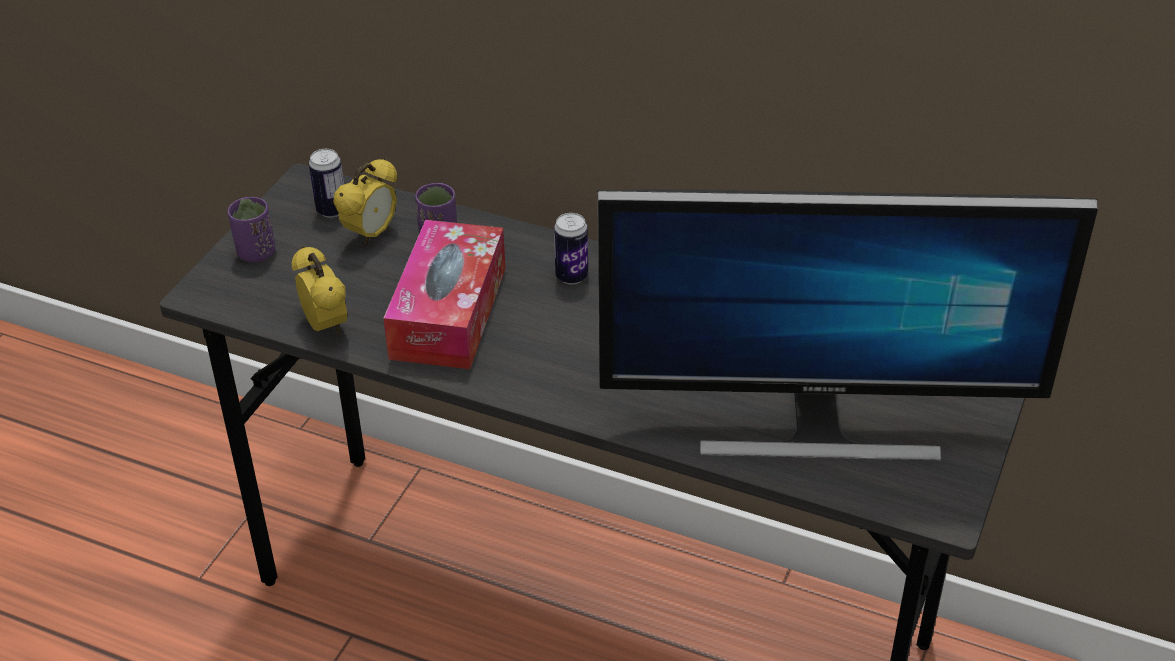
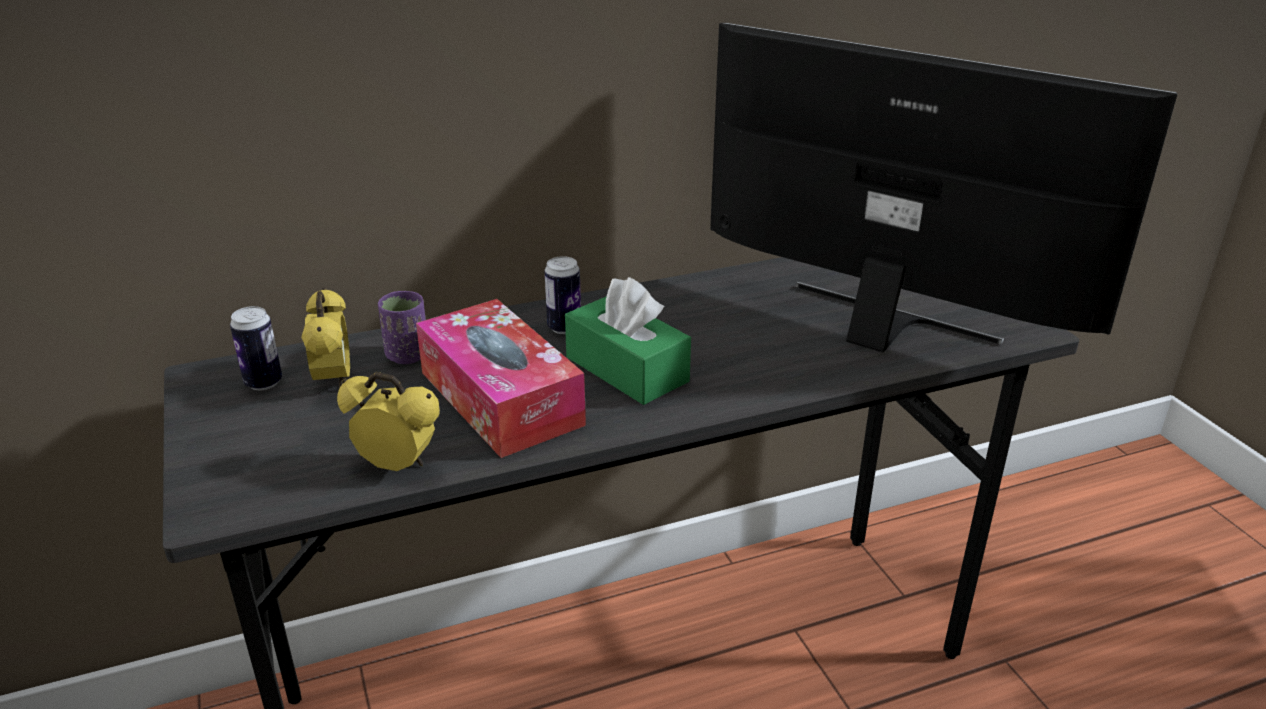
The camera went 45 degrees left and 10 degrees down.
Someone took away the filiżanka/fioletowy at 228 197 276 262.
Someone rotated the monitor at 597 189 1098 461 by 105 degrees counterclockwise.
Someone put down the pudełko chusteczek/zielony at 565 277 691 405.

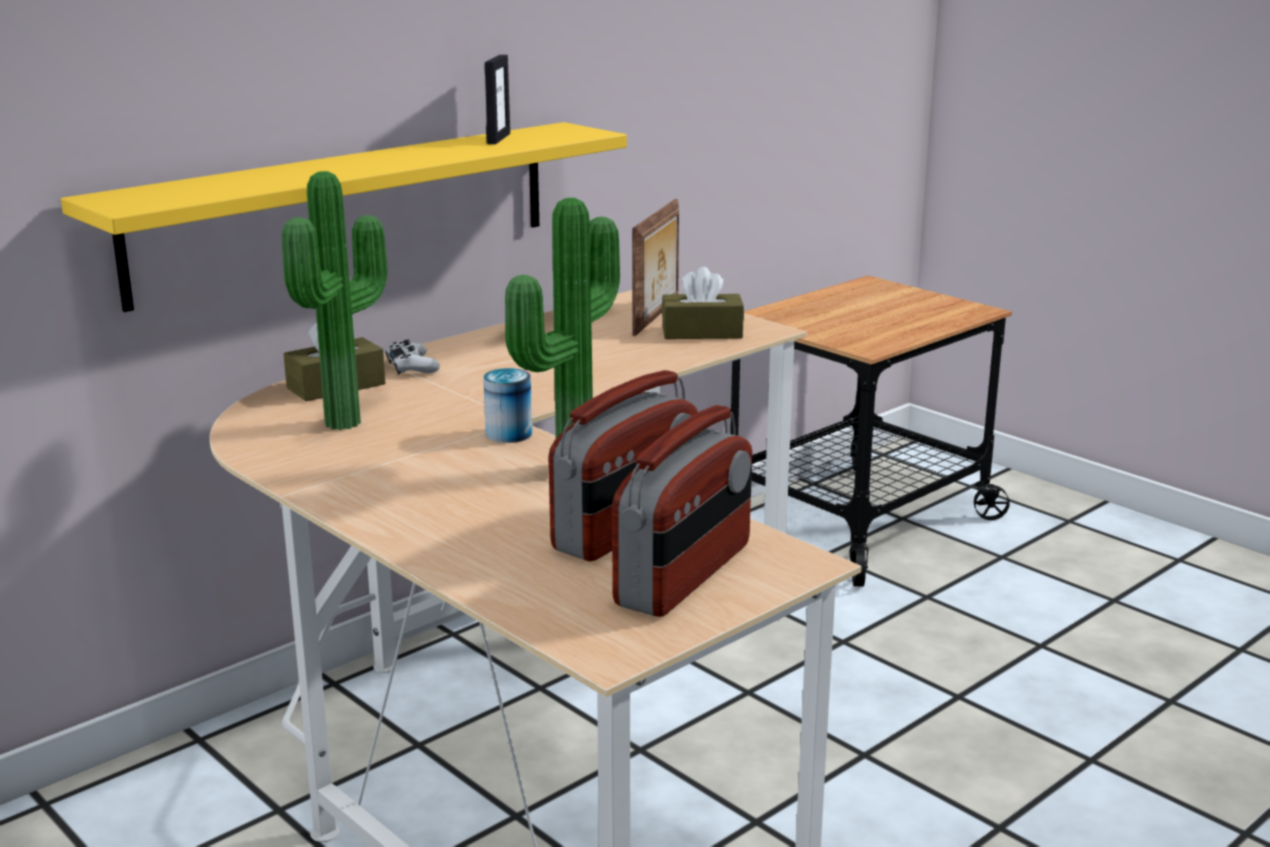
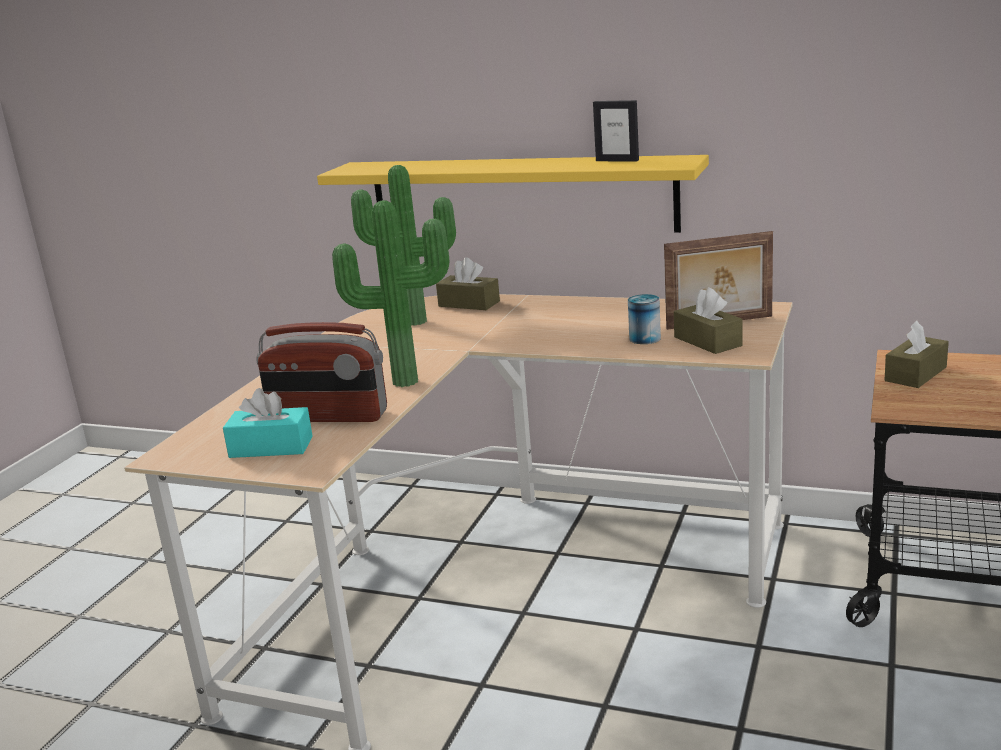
The camera went 65 degrees right and 0 degrees up.
Someone took away the pad do gier/biały at 386 340 440 375.
Someone carried the puszka from 483 368 532 443 to 628 294 661 344.
Someone rotated the ramka na zdjęcie at 485 55 510 144 by 45 degrees clockwise.
Someone swapped the radio at 612 405 752 617 for the pudełko chusteczek/turkusowy at 223 388 313 458.
Someone put down the pudełko chusteczek/brązowy at 885 321 949 388.

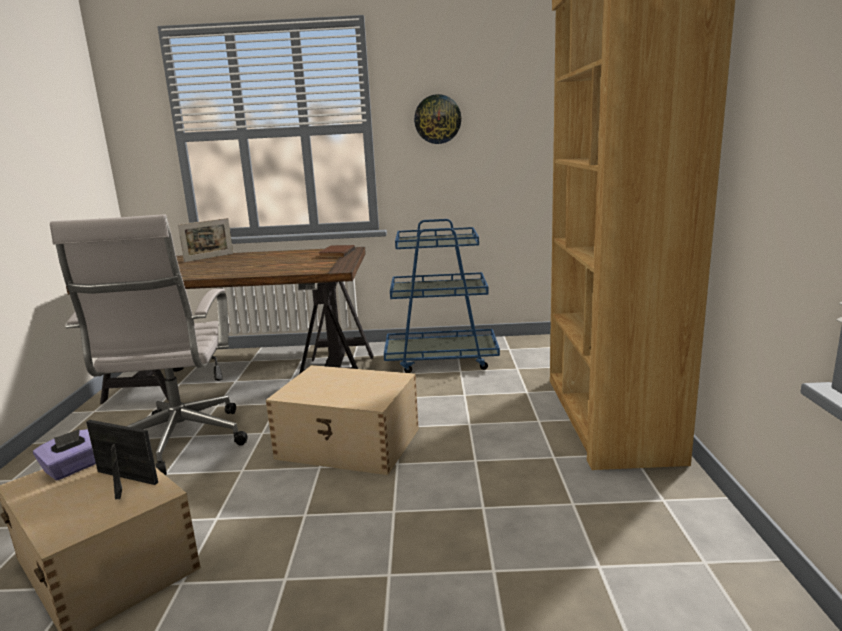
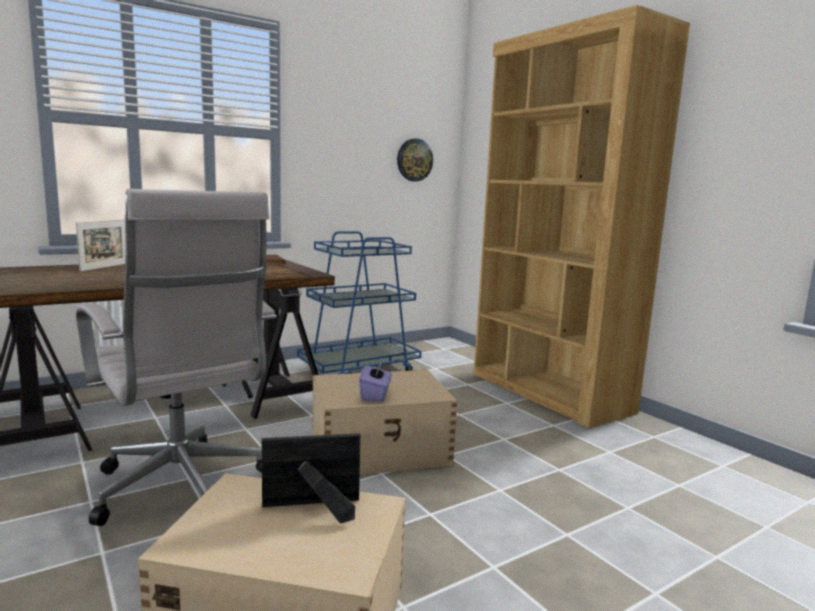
The camera went 35 degrees left and 5 degrees down.
Someone carried the pudełko chusteczek/fioletowy from 33 429 96 481 to 359 362 392 402.
Someone carried the zegar ścienny from 414 94 461 144 to 397 138 433 182.

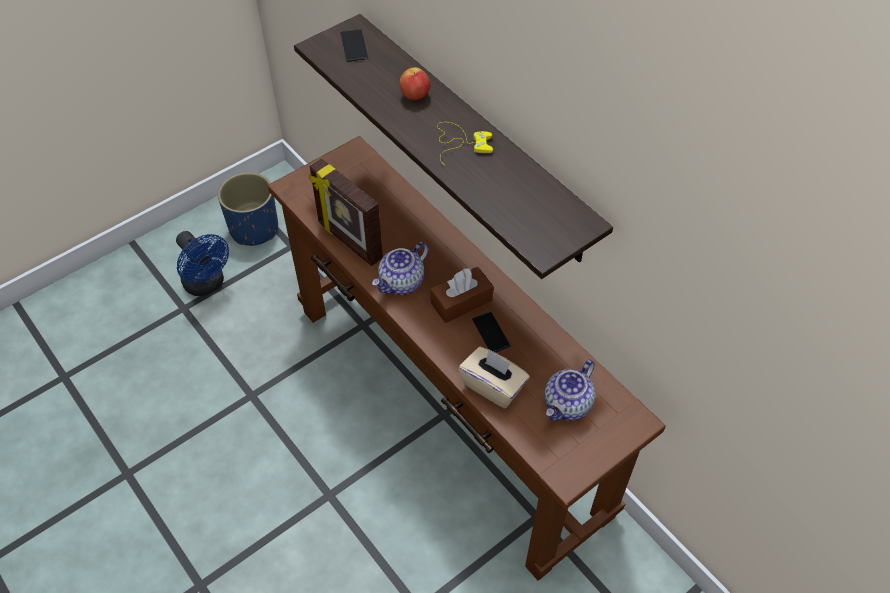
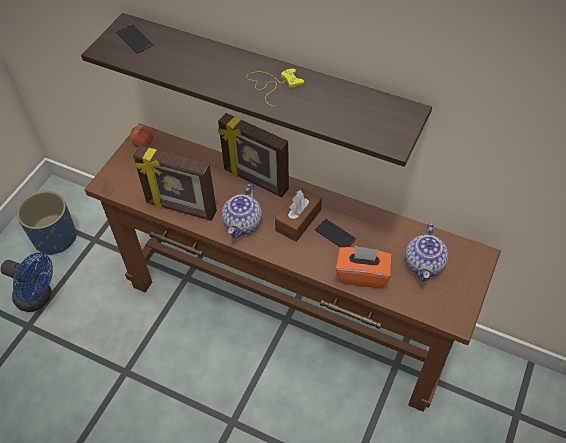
The camera went 25 degrees left and 0 degrees up.
Someone carried the jabłko from 400 67 431 100 to 130 125 153 148.
Someone repainted the pudełko chusteczek/beżowy at 459 347 530 409, which became the pudełko chusteczek/pomarańczowy at 336 246 391 288.
Someone put down the ramka na zdjęcie at 218 113 289 197.

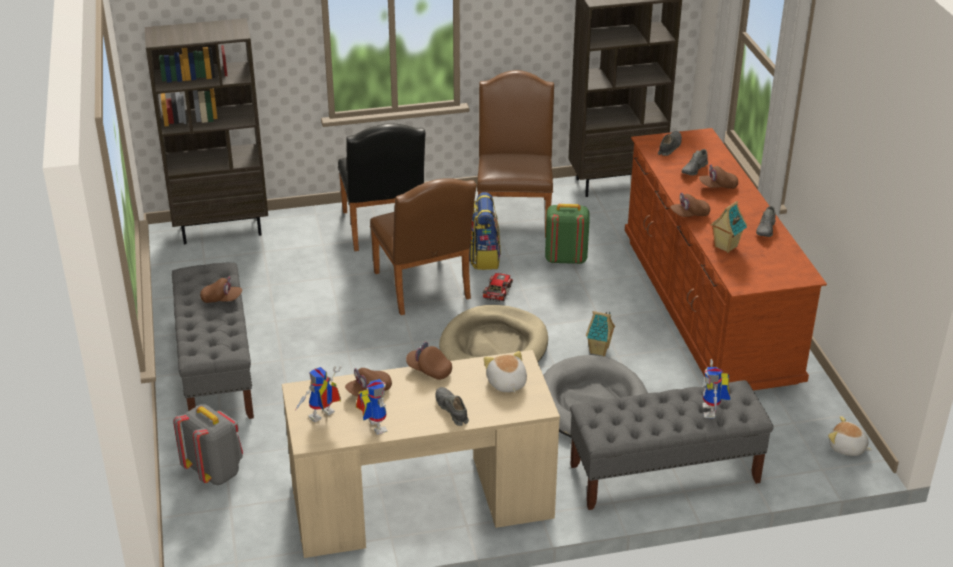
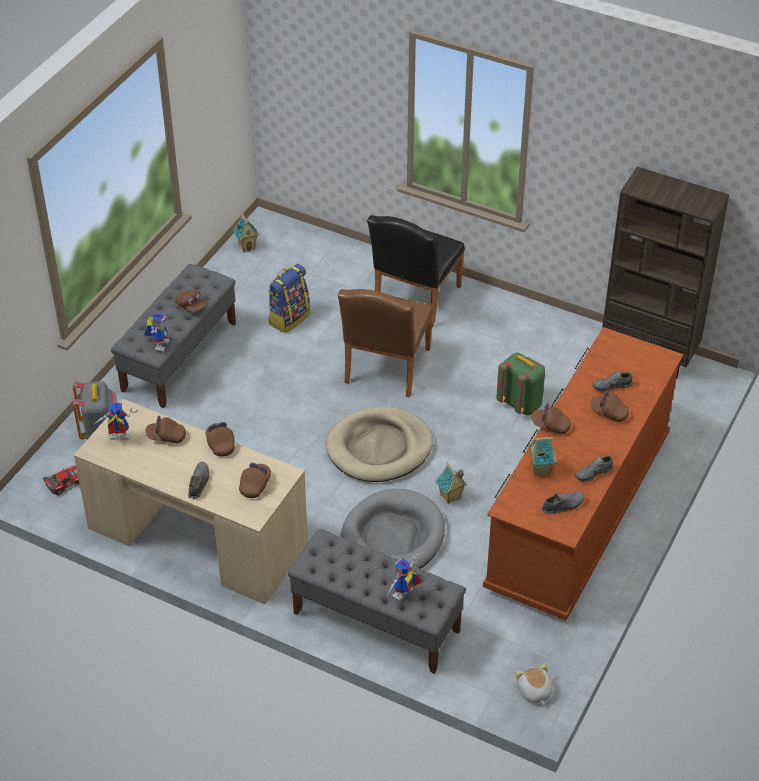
The camera went 40 degrees right and 10 degrees up.
Someone took away the regał/brązowy at 145 18 268 244.
Someone carried the robot zabawkowy from 356 379 388 435 to 144 313 170 351.
Someone carried the plecak from 469 192 501 270 to 268 264 310 333.
Someone took away the krzesło/brązowy at 477 70 554 238.
Someone carried the samochodzik from 483 273 513 302 to 42 466 80 495.
Someone swapped the pluszak at 484 351 527 393 for the czapka z daszkiem/brązowy at 239 462 271 498.
Someone carried the but/szary from 658 131 682 156 to 542 491 584 514.
Someone put down the domek at 233 214 259 252.

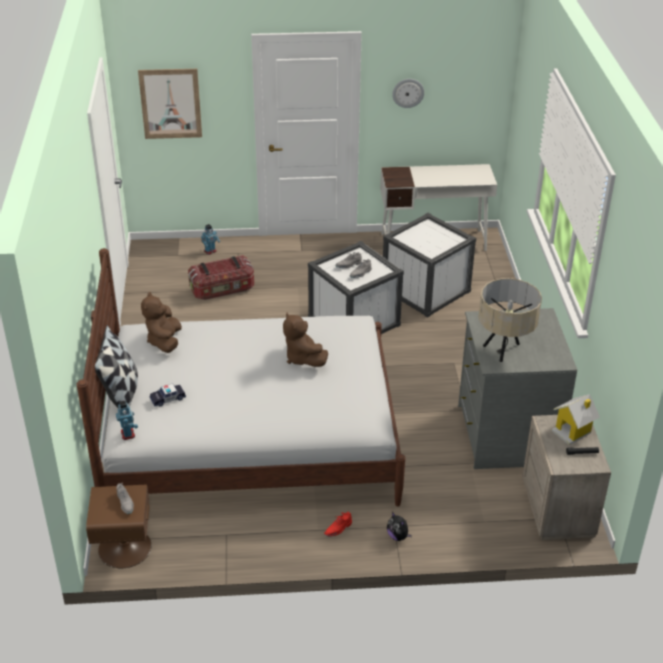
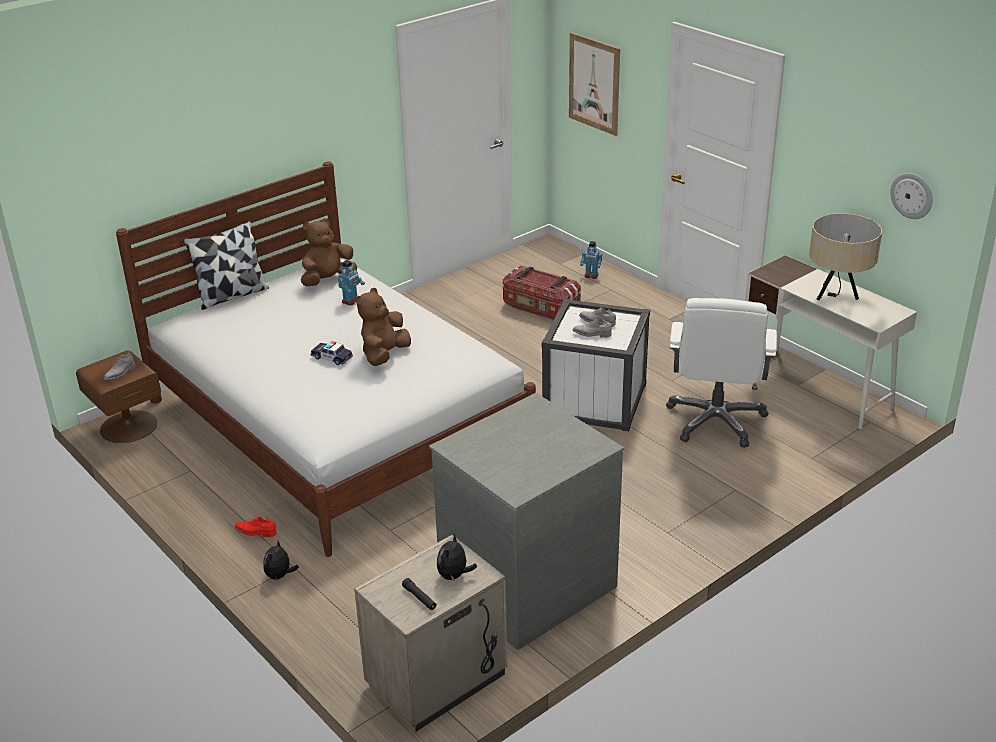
The camera went 55 degrees right and 5 degrees down.
Someone carried the robot zabawkowy from 116 401 138 440 to 338 260 365 306.
Someone carried the samochodzik from 150 383 186 406 to 311 341 353 365.
Someone swapped the pojemnik do przechowywania/biały at 383 213 476 318 for the krzesło biurowe/biały at 666 298 777 448.
Someone carried the zegar ścienny from 392 79 424 108 to 890 173 933 219.
Someone carried the lampa stołowa/beżowy from 478 278 542 362 to 809 213 882 301.
Someone swapped the domek at 552 394 600 445 for the pluszak at 437 534 477 582.

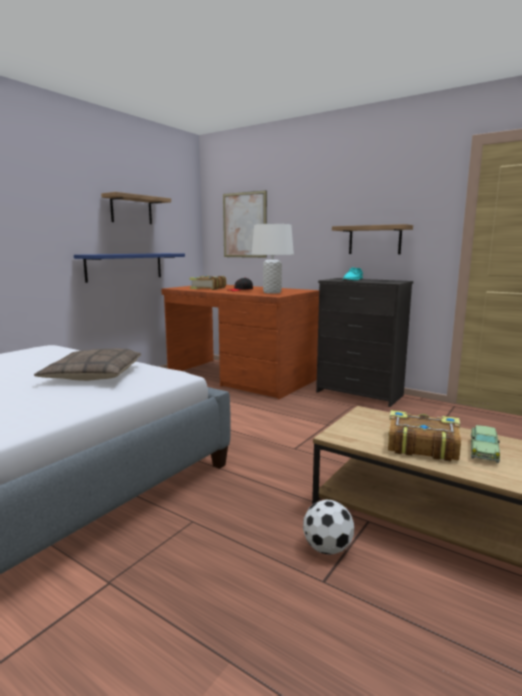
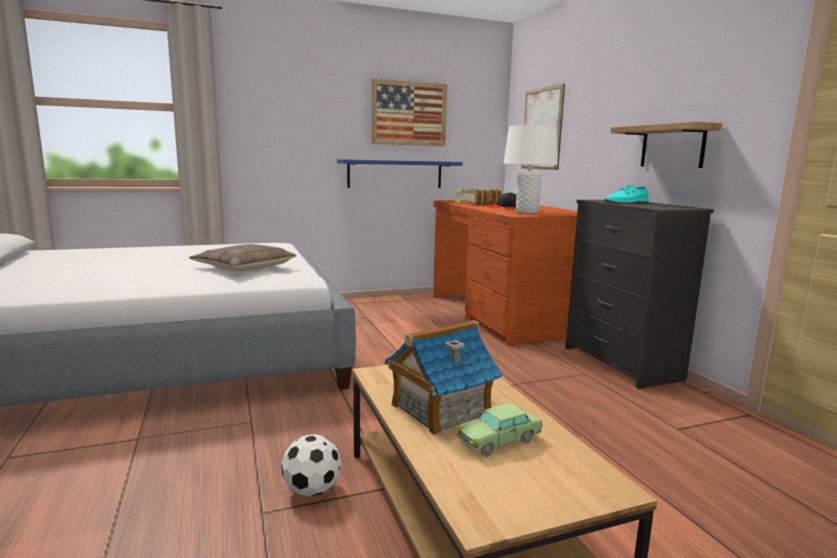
The camera went 35 degrees right and 0 degrees up.
Someone swapped the półka at 101 192 171 224 for the obraz at 371 78 447 146.
Someone swapped the książka at 388 410 461 461 for the domek at 385 320 503 436.

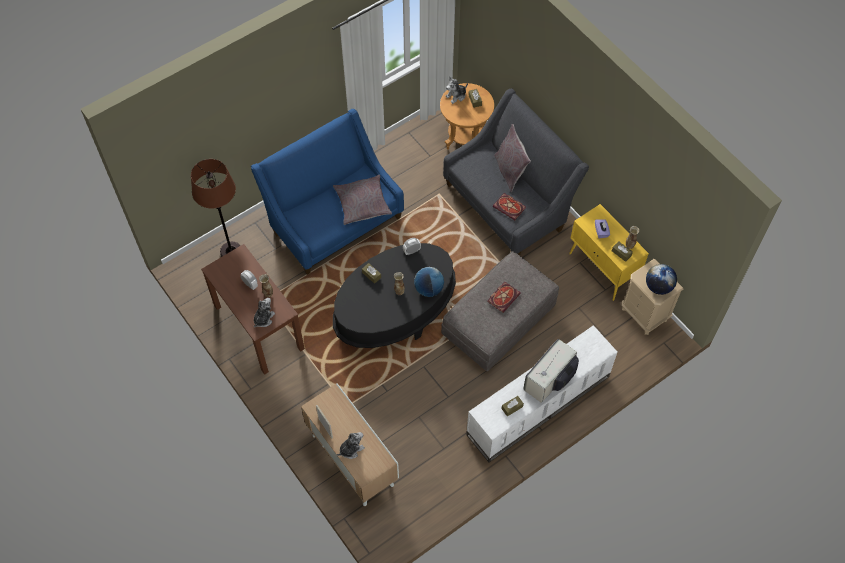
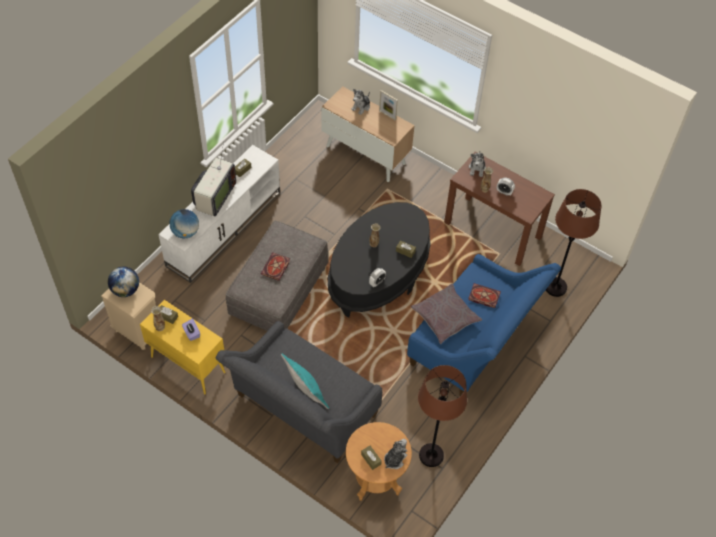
The camera went 160 degrees right and 5 degrees down.
Someone carried the globus from 414 267 444 297 to 170 209 199 239.
Someone carried the książka from 493 193 526 220 to 468 283 501 308.
Someone repainted the poduszka/szary at 494 124 531 192, which became the poduszka/turkusowy at 281 354 329 409.
Someone put down the lampa stojąca/brązowy at 418 365 467 467.

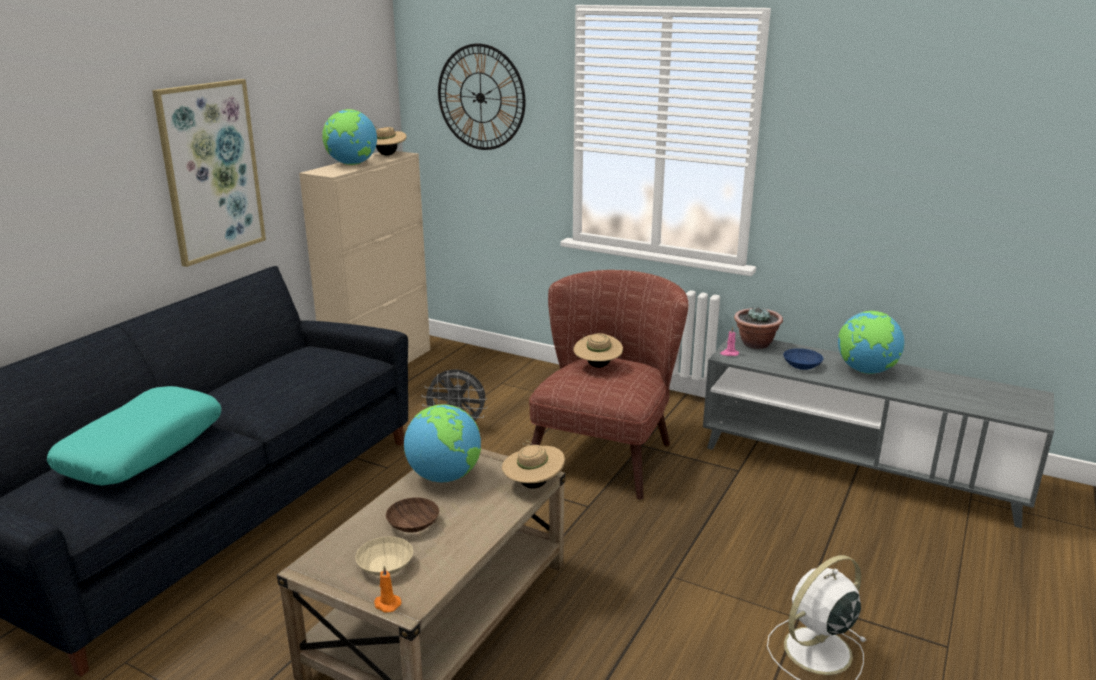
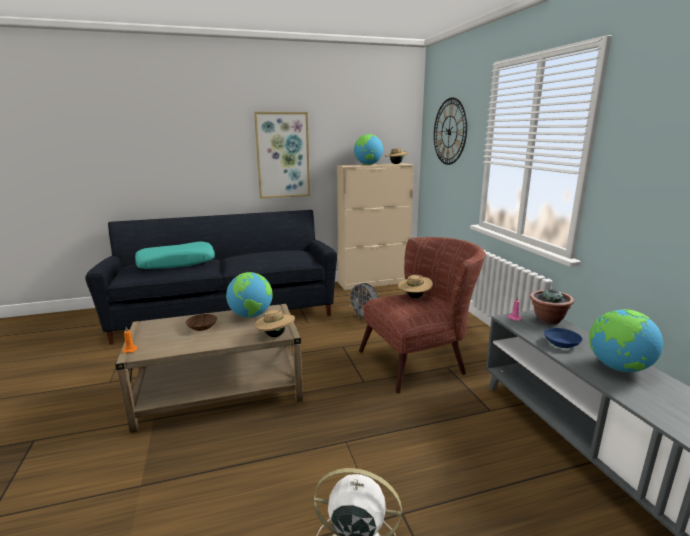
The camera went 45 degrees right and 5 degrees down.
Someone took away the miska/beżowy at 355 537 413 576.

